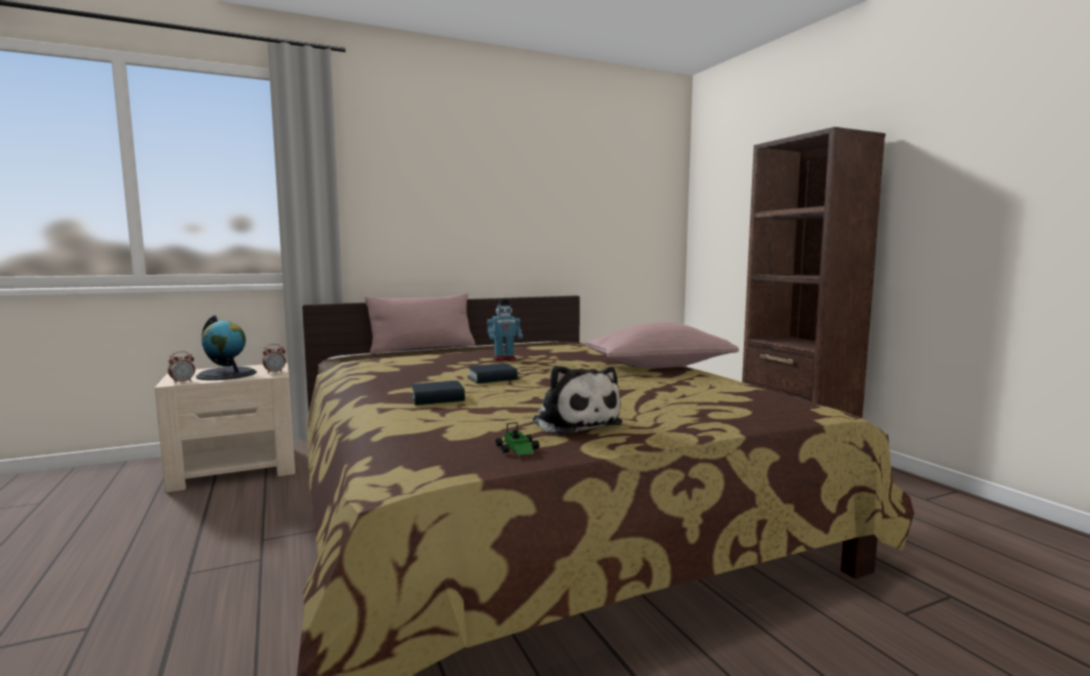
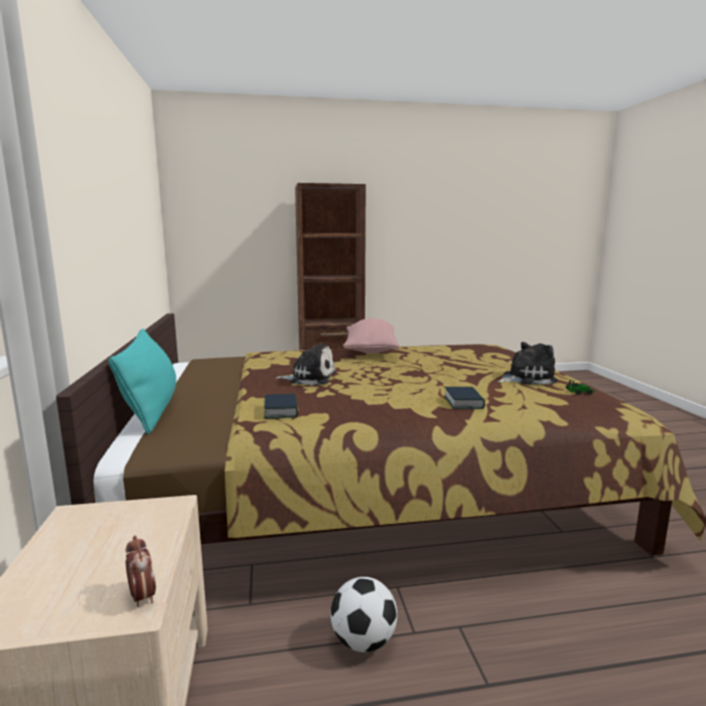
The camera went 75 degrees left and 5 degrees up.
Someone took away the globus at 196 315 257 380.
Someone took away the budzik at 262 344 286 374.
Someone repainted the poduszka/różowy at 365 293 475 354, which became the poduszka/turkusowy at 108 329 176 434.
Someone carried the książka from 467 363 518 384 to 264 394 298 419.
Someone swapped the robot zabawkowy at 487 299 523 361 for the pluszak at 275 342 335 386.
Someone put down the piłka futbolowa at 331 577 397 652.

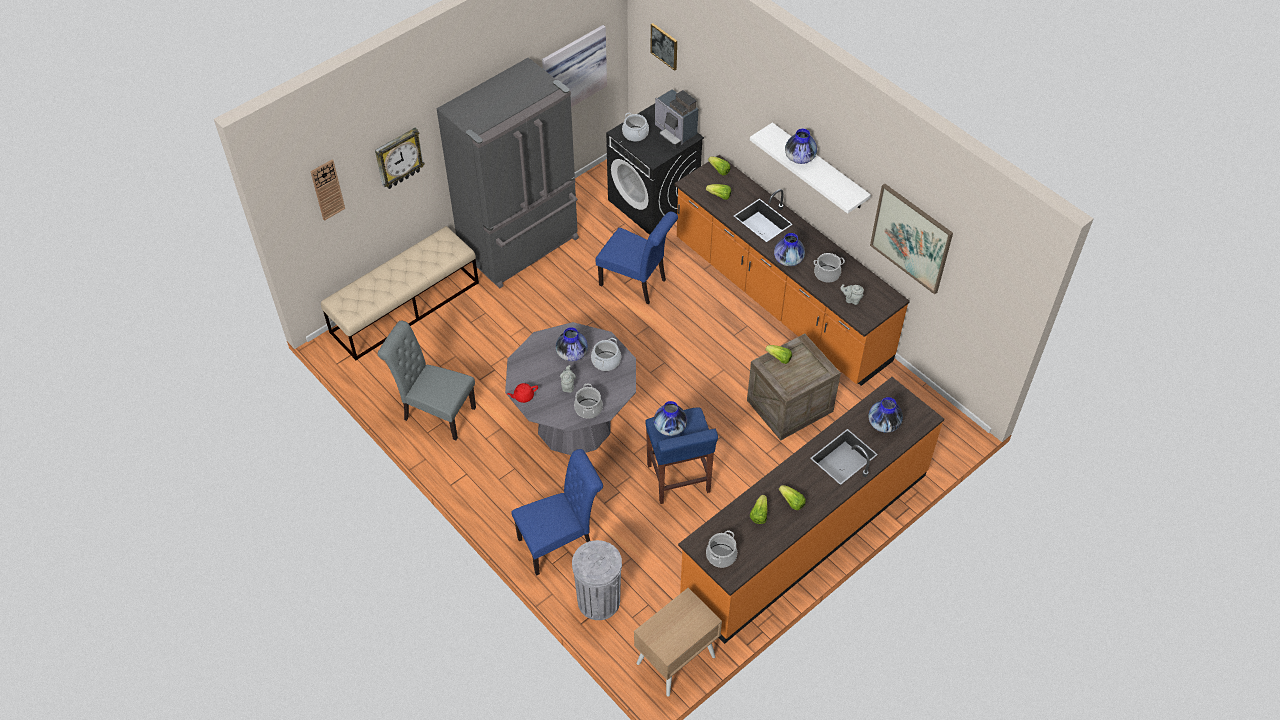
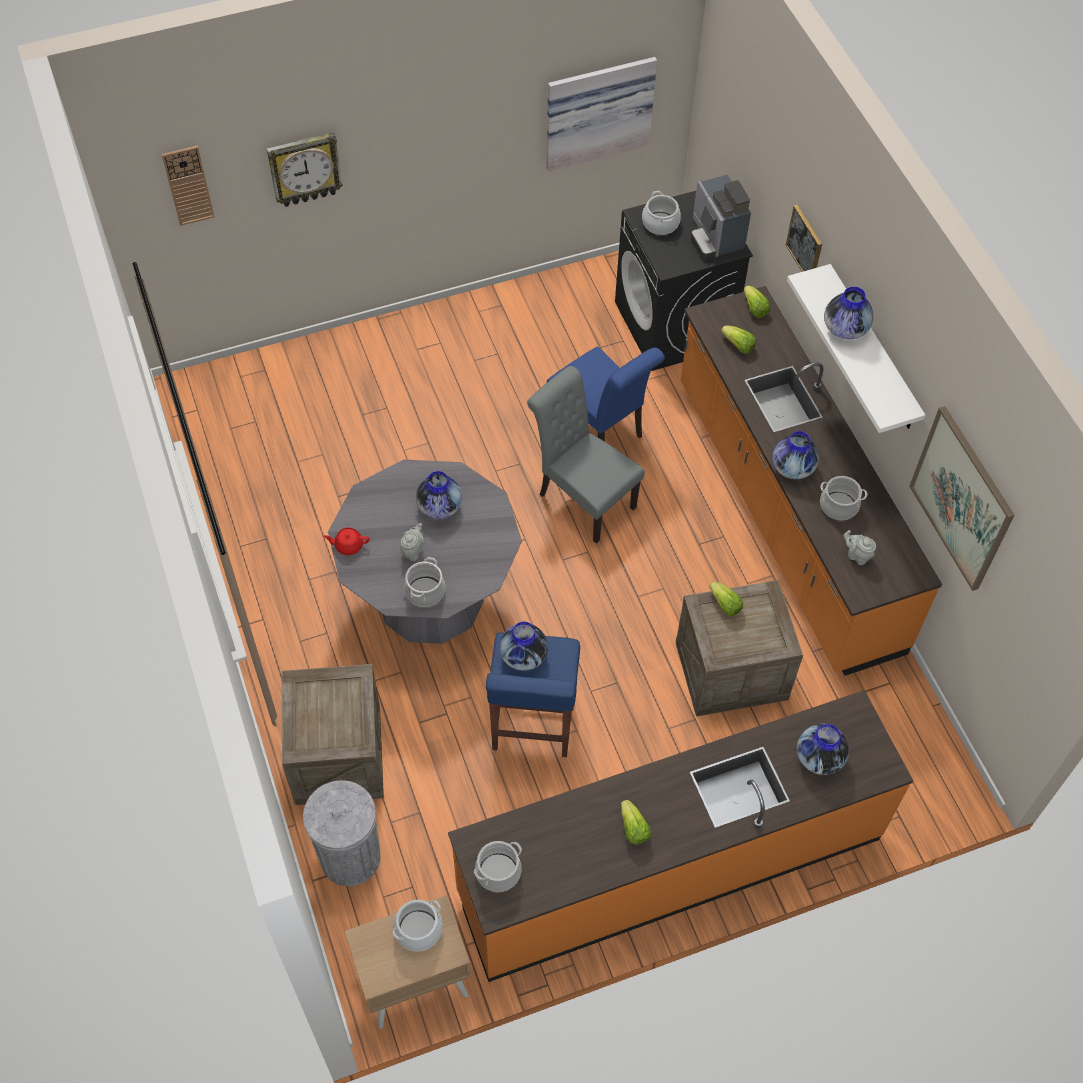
The camera went 20 degrees right and 5 degrees up.
Someone took away the ławka/beżowy at 321 226 479 360.
Someone carried the krzesło/szary from 378 321 476 440 to 527 366 645 544.
Someone took away the lodówka/szary at 436 57 579 289.
Someone swapped the krzesło/niebieski at 511 449 603 576 for the skrzynka at 282 664 384 805.
Someone carried the garnek from 591 338 621 371 to 392 900 443 951.
Someone carried the obraz from 651 23 677 71 to 786 205 822 272.
Someone took away the sałata at 750 495 768 524.

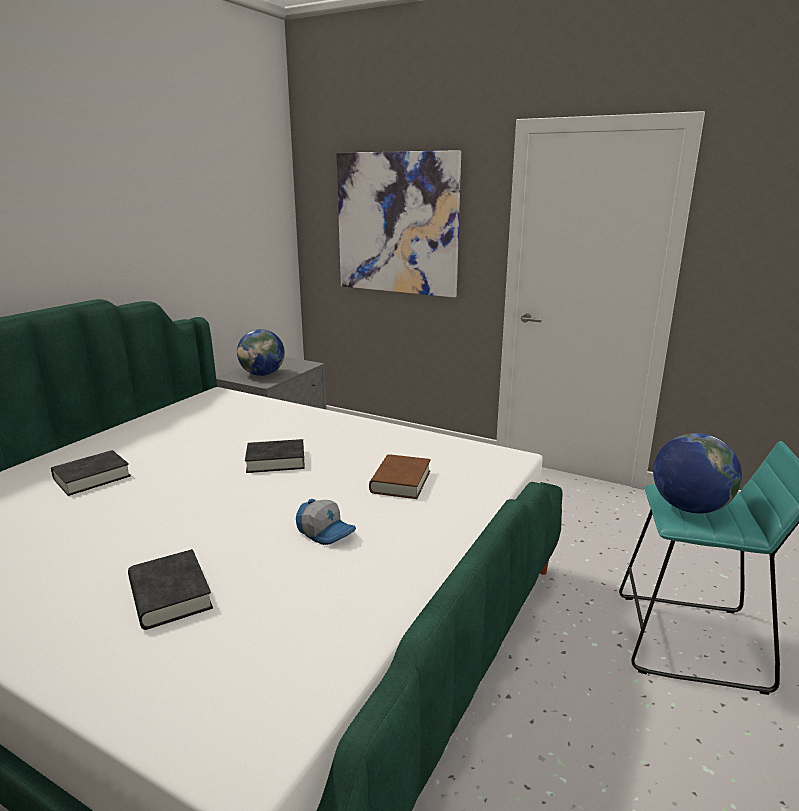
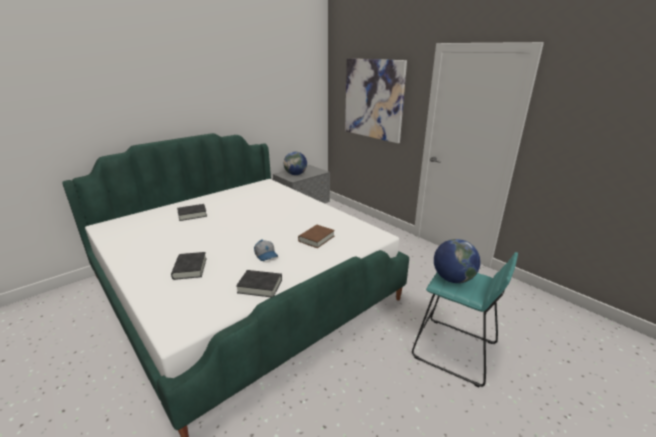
The camera went 20 degrees right and 5 degrees up.
Someone carried the książka/czarny from 245 439 305 473 to 236 270 282 297.

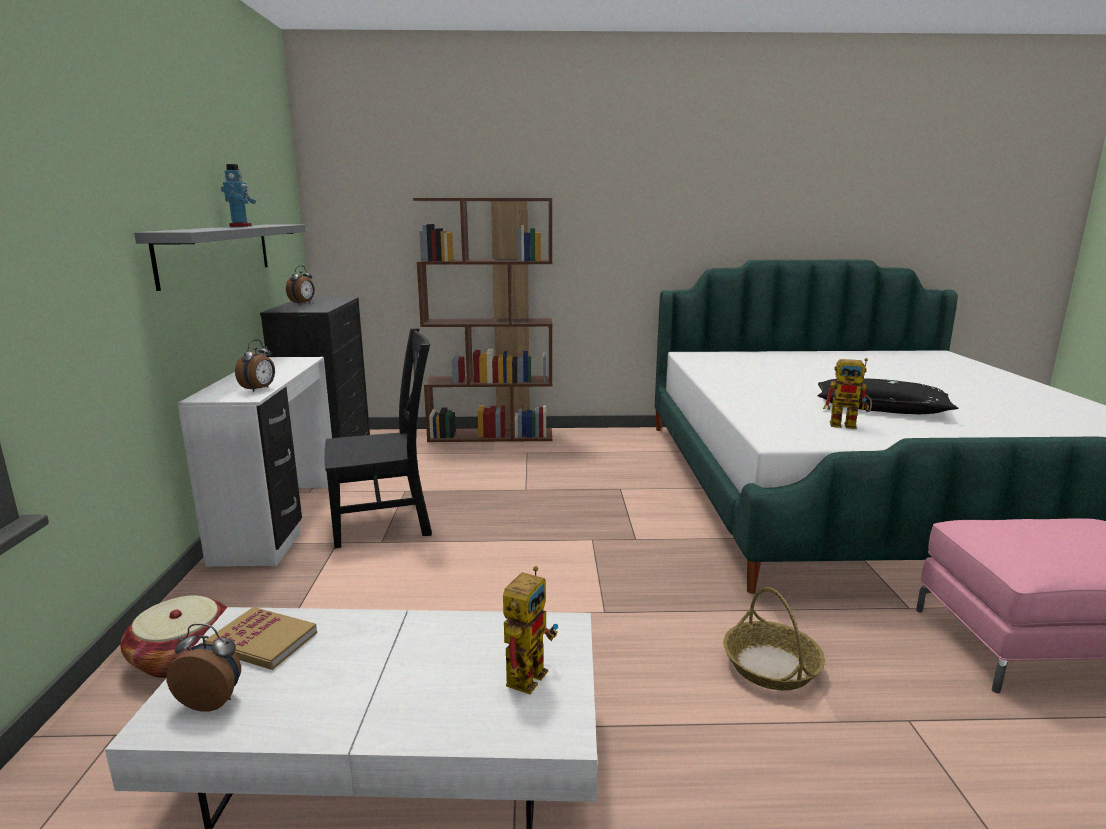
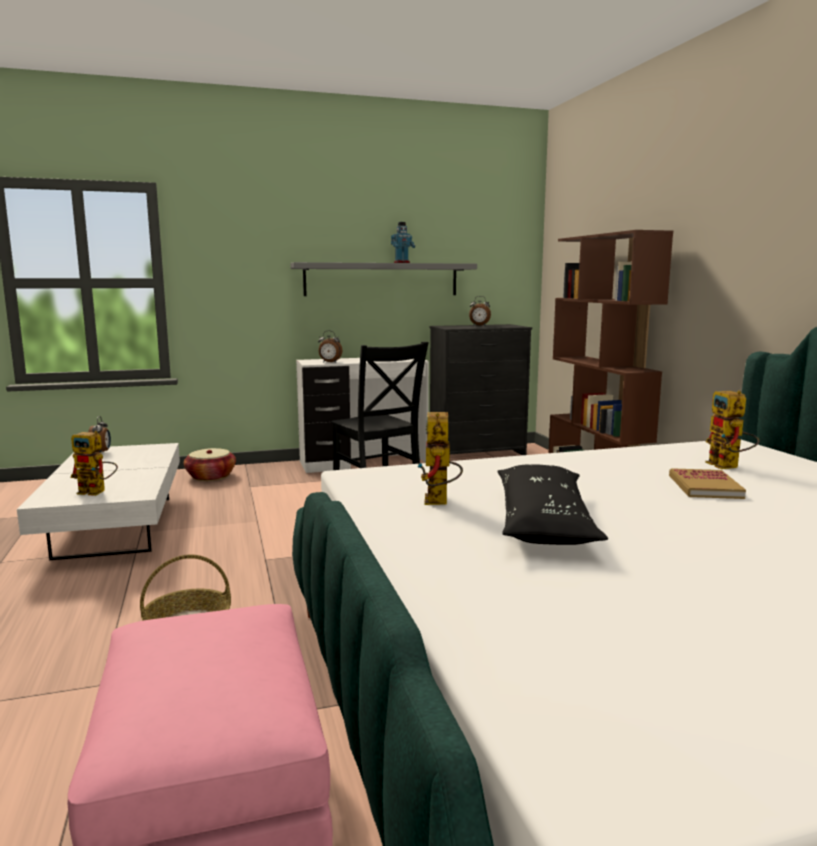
The camera went 75 degrees right and 5 degrees down.
Someone carried the książka from 205 607 317 670 to 669 468 746 499.
Someone put down the robot zabawkowy at 705 391 760 469.

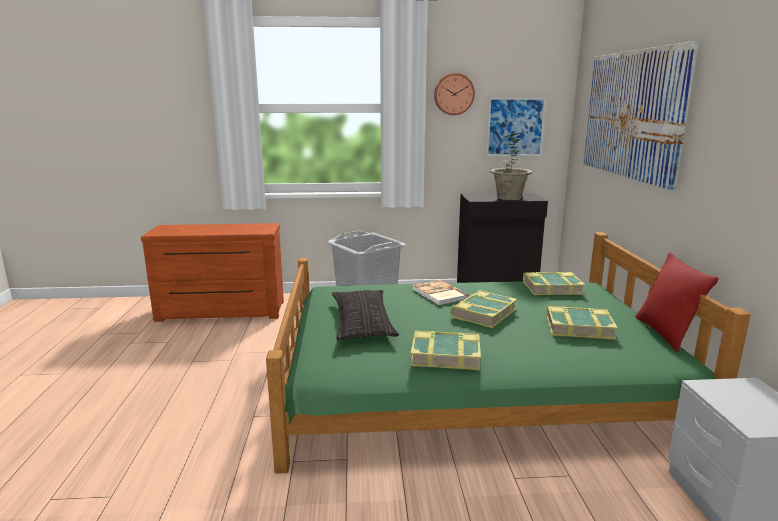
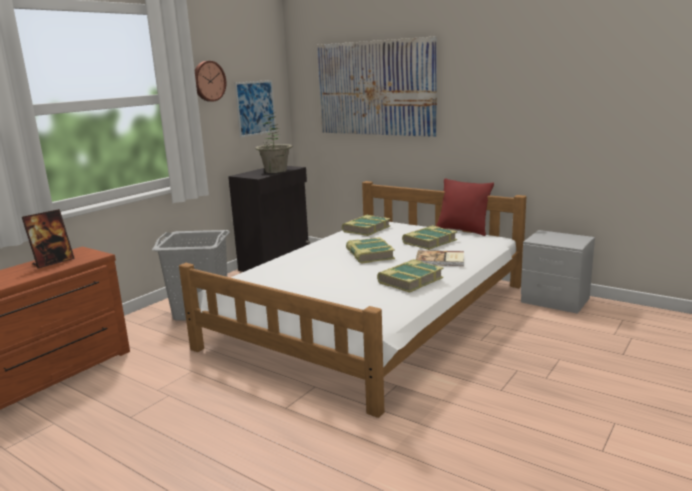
The camera went 50 degrees left and 0 degrees up.
Someone repainted the łóżko/zielony at 266 232 751 474, which became the łóżko/biały at 179 181 526 418.
Someone took away the poduszka at 332 290 399 340.
Someone carried the książka from 412 280 469 306 to 416 250 464 266.
Someone put down the ramka na zdjęcie at 22 209 75 268.

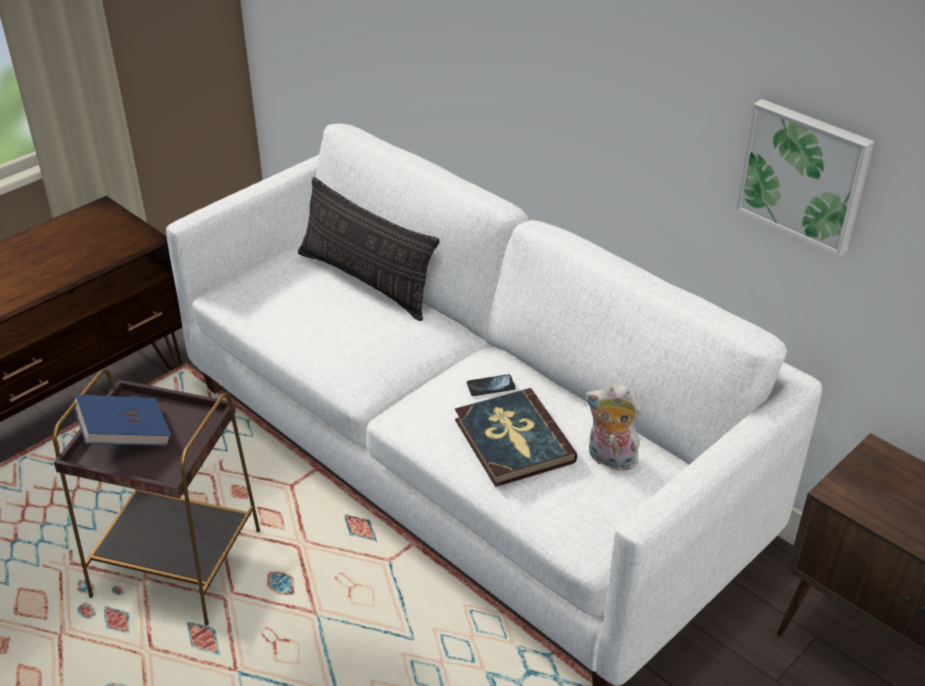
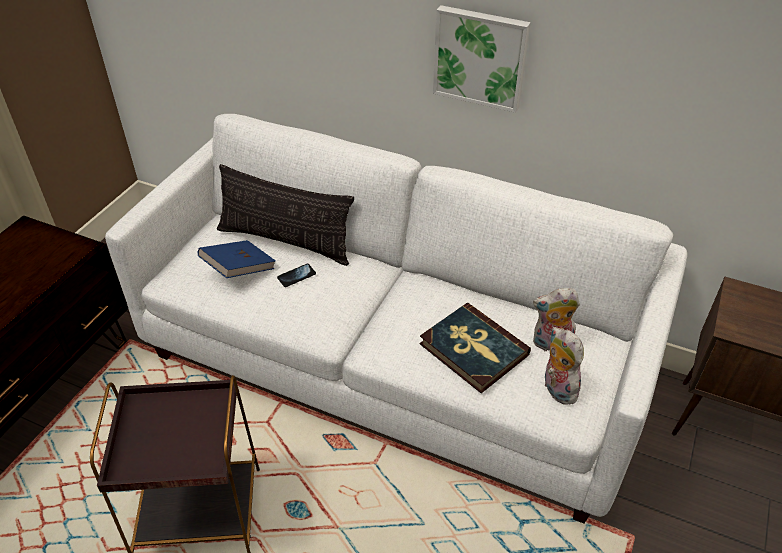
The camera went 20 degrees left and 5 degrees up.
Someone carried the książka/niebieski from 73 395 171 446 to 198 240 276 278.
Someone carried the telefon from 467 374 516 396 to 277 264 316 287.
Someone carried the obraz from 735 99 874 257 to 433 5 531 113.
Someone put down the pluszak at 545 327 584 405.

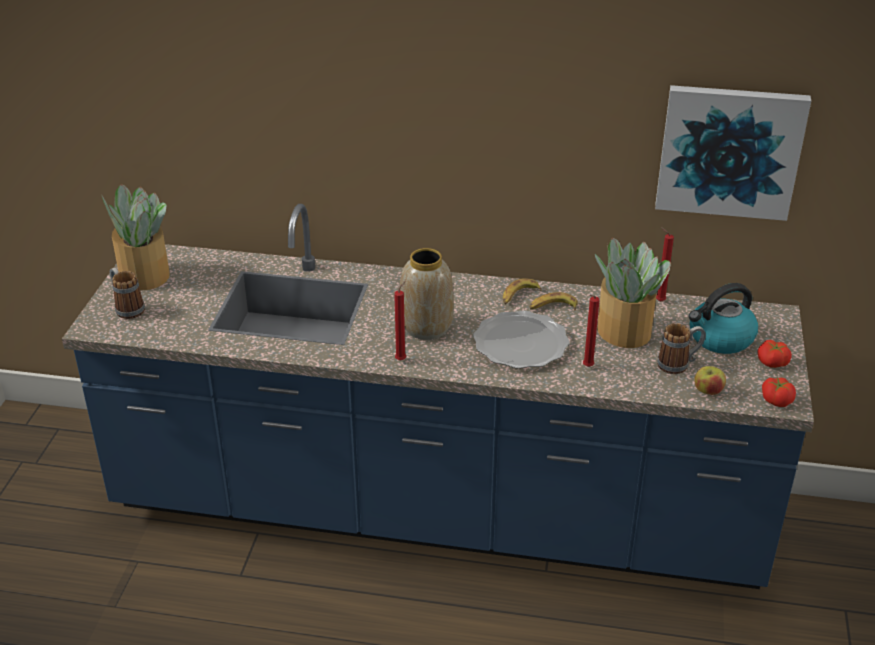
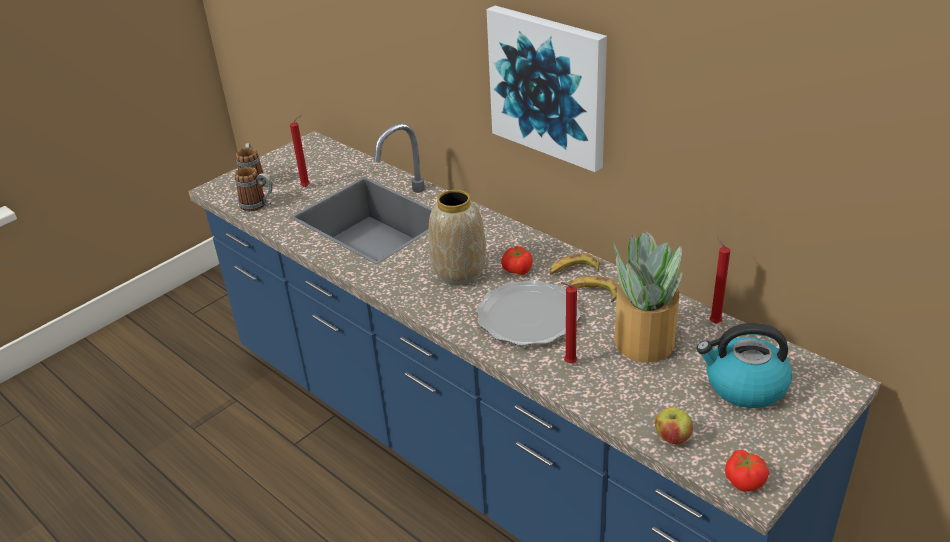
The camera went 35 degrees right and 0 degrees up.
Someone took away the roślina doniczkowa at 101 184 170 290.
Someone carried the świeca/czerwony from 394 281 406 361 to 290 115 310 187.
Someone carried the obraz from 655 85 811 221 to 486 6 607 172.
Someone carried the kubek from 657 323 706 374 to 235 167 273 211.
Someone carried the pomidor from 758 340 792 368 to 501 246 533 275.

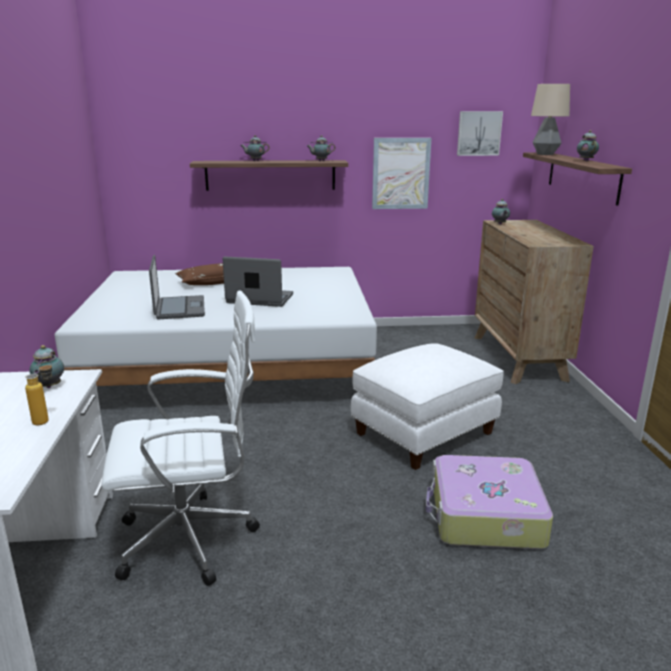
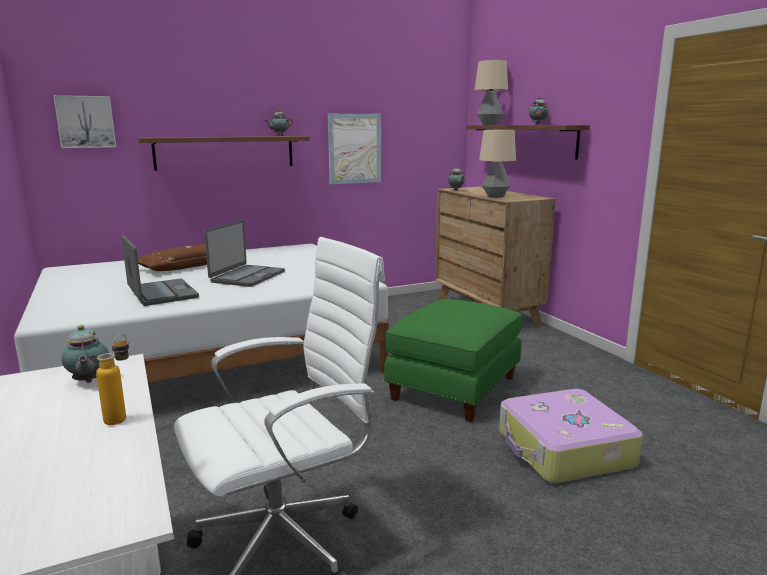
The camera went 20 degrees left and 5 degrees down.
Someone rotated the laptop at 223 257 293 307 by 120 degrees clockwise.
Someone took away the imbryk at 241 135 270 161.
Someone repainted the pufa/biały at 351 343 504 470, which became the pufa/zielony at 384 299 522 422.
Someone carried the obraz from 457 111 503 156 to 53 95 116 148.
Someone put down the lampa stołowa at 479 130 516 198.

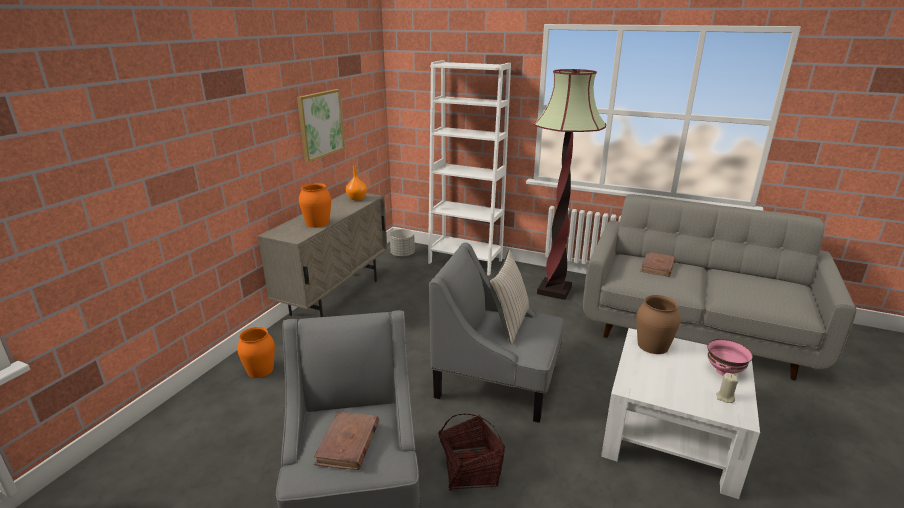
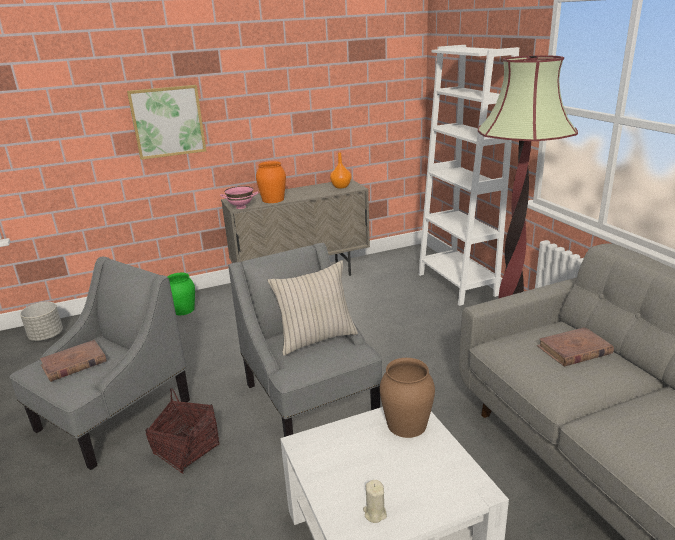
The camera went 45 degrees right and 0 degrees up.
Someone repainted the wazon/pomarańczowy at 237 327 275 378, which became the wazon/zielony at 168 273 195 315.
Someone carried the obraz from 297 89 345 162 to 127 85 206 160.
Someone carried the donica/szary from 390 229 415 257 to 20 302 63 341.
Someone carried the miska/różowy from 707 339 753 376 to 220 186 258 209.

